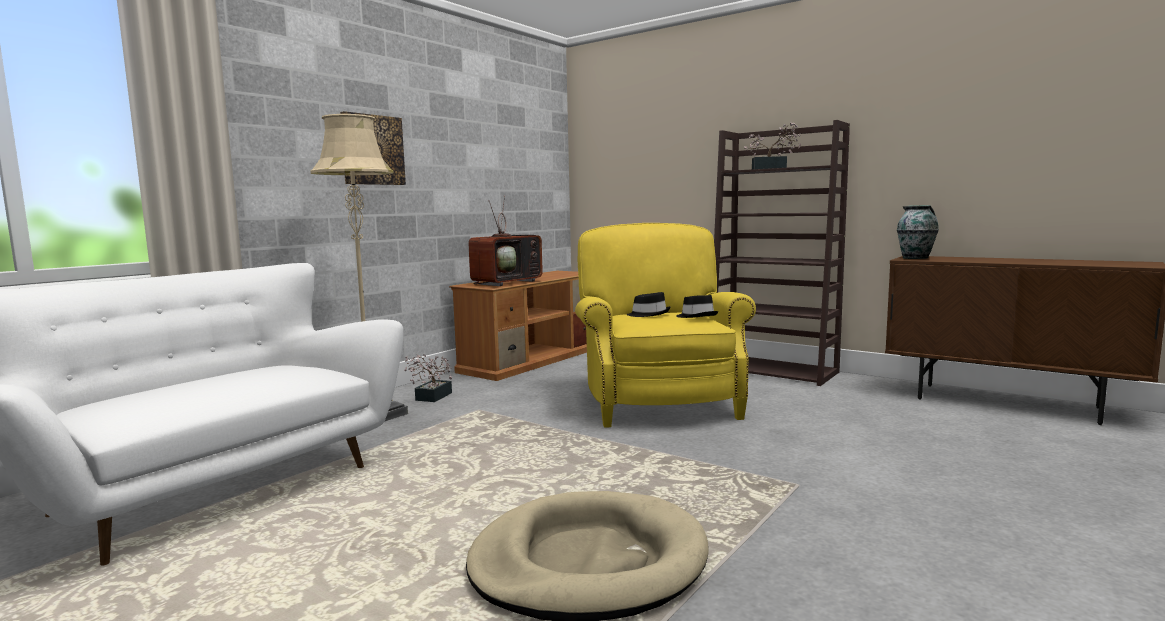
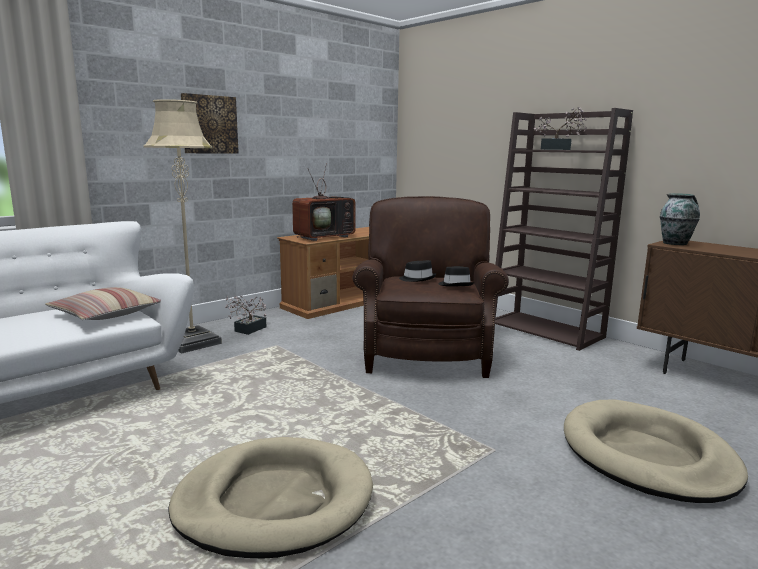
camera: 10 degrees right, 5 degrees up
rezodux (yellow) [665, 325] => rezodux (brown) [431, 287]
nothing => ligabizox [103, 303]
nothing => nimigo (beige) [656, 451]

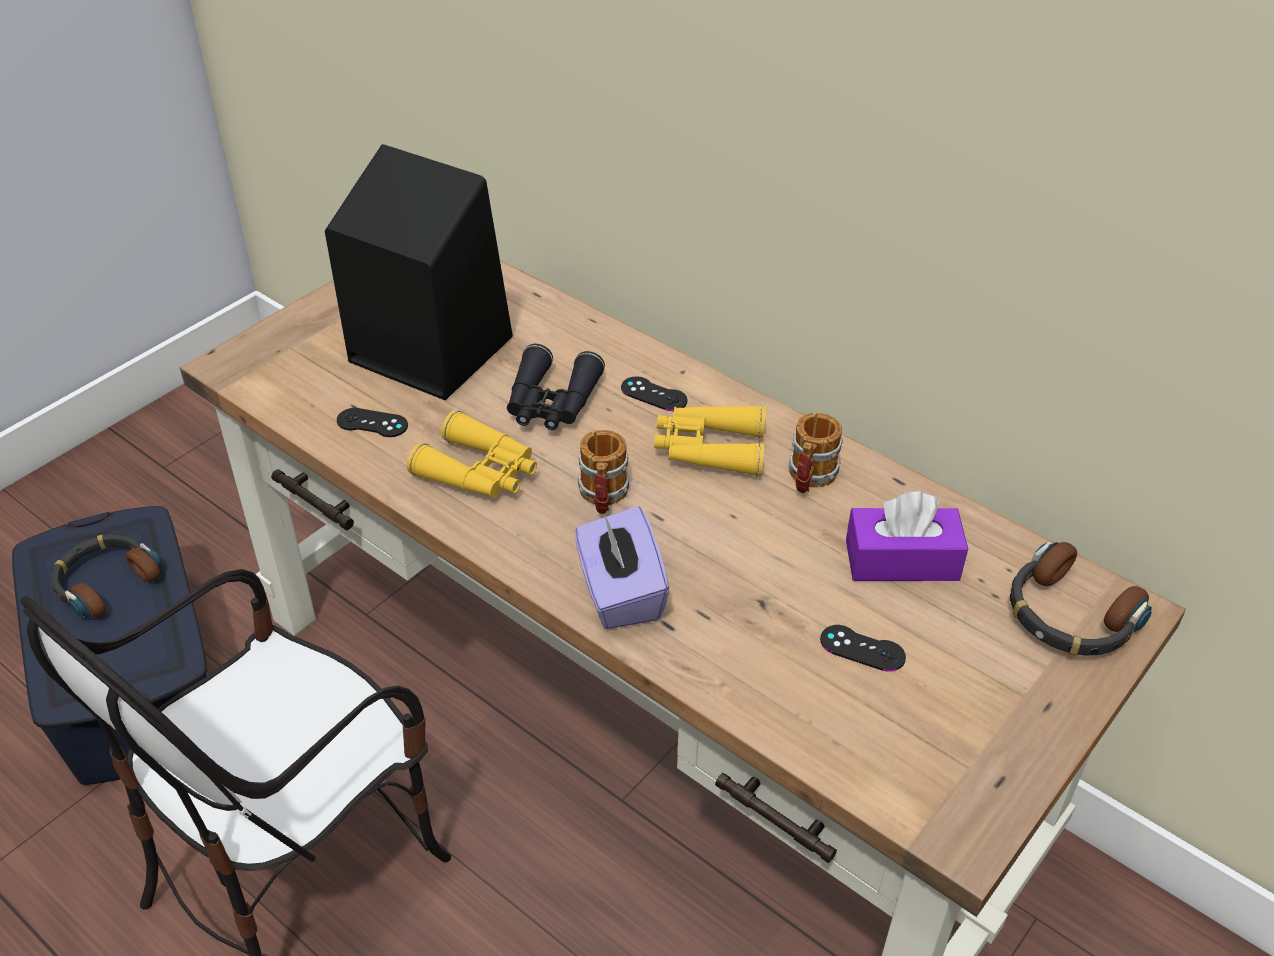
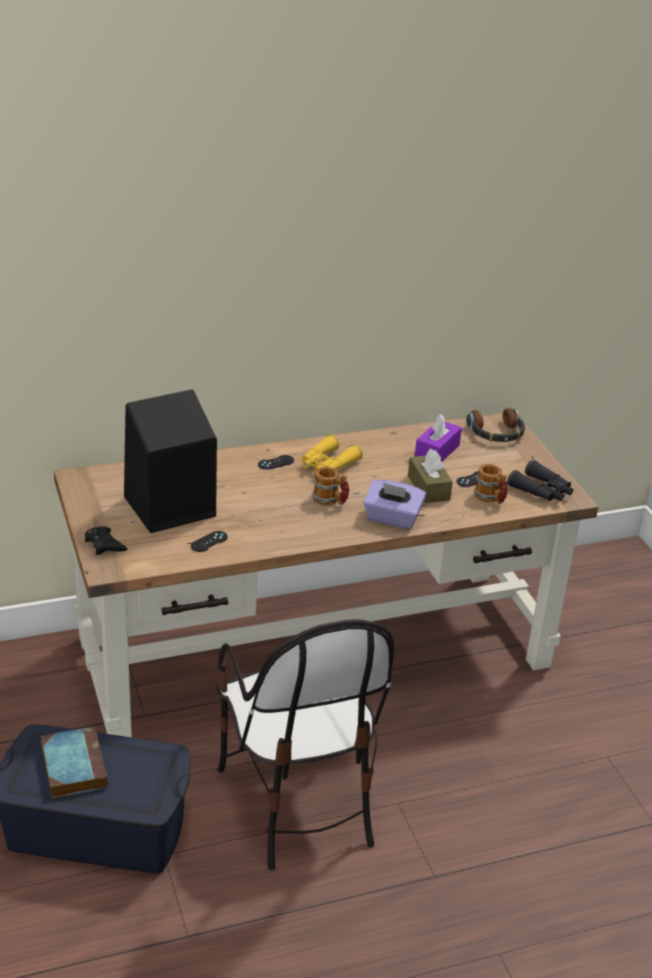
camera: 60 degrees left, 10 degrees down
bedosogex [106, 576] => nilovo [74, 762]
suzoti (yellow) [472, 454] => nothing
suzoti (black) [556, 387] => suzoti (black) [540, 480], relocated
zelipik [815, 453] => zelipik [491, 484], relocated
nothing => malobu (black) [106, 541]
nothing => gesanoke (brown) [430, 476]

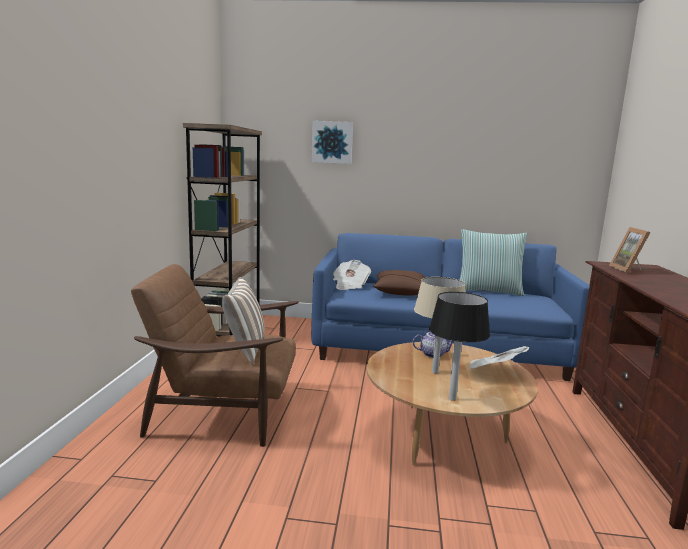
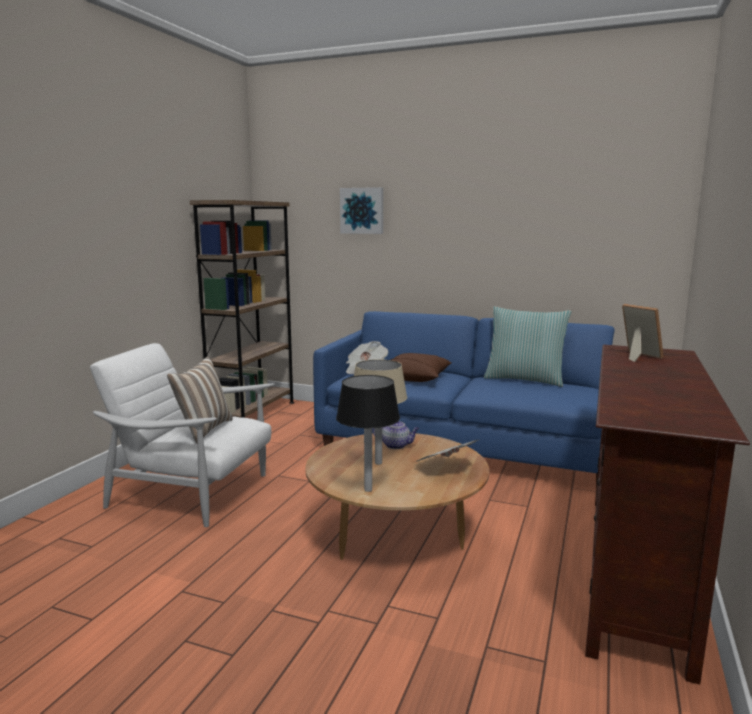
camera: 15 degrees right, 0 degrees up
rezodux (brown) [215, 355] => rezodux (white) [182, 435]
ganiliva [630, 250] => ganiliva [643, 333], 135 degrees clockwise

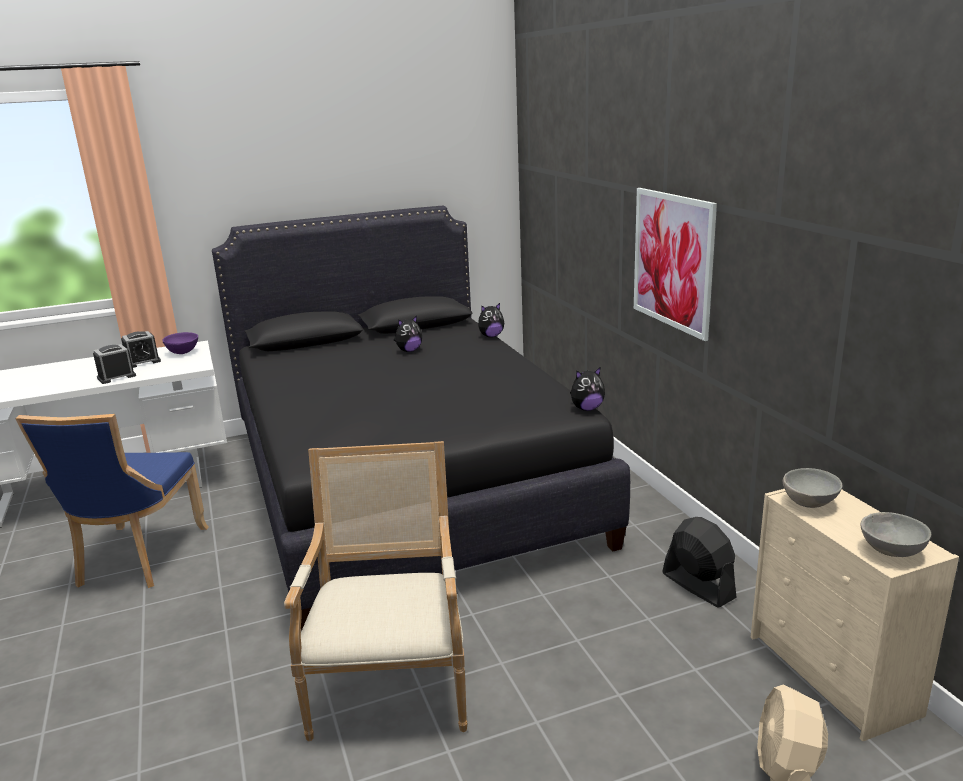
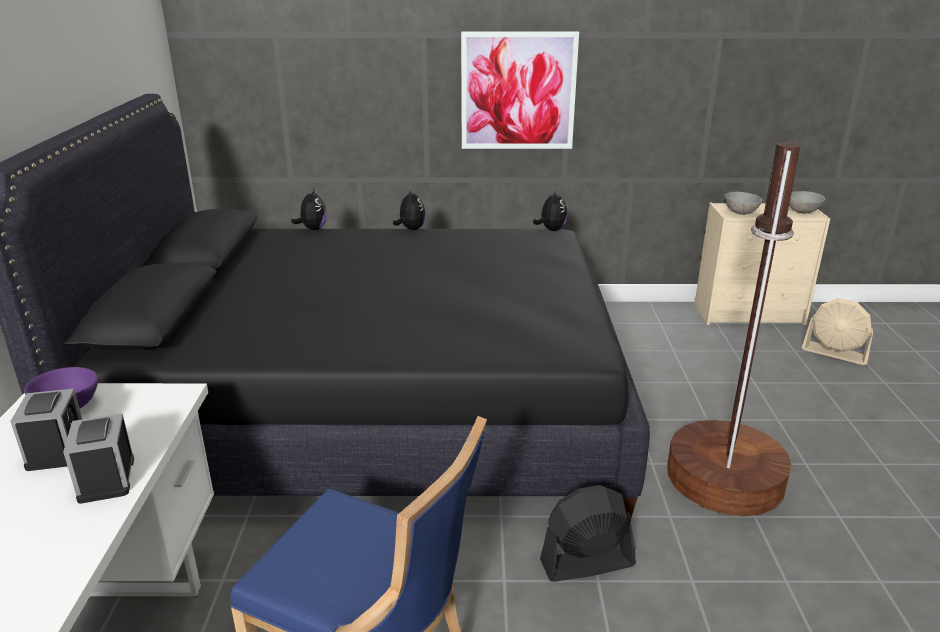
camera: 70 degrees left, 5 degrees up
rezodux [375, 591] => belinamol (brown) [734, 329]
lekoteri [408, 333] => lekoteri [409, 209], relocated
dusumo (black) [699, 562] => dusumo (black) [588, 533], relocated

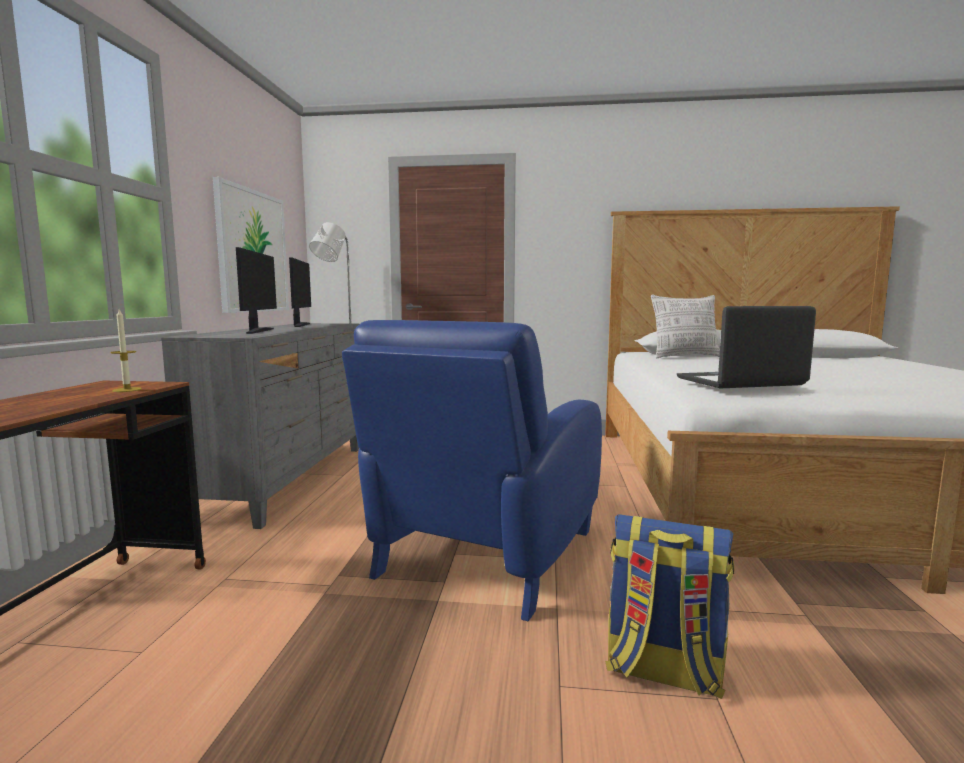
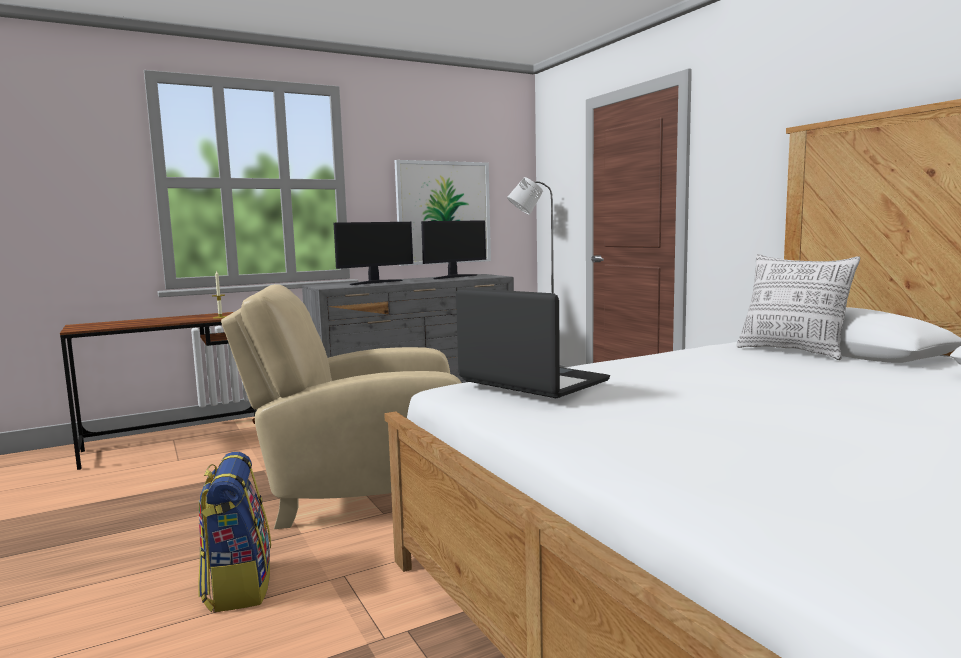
camera: 55 degrees right, 0 degrees up
rezodux (blue) [472, 470] => rezodux (beige) [341, 406]

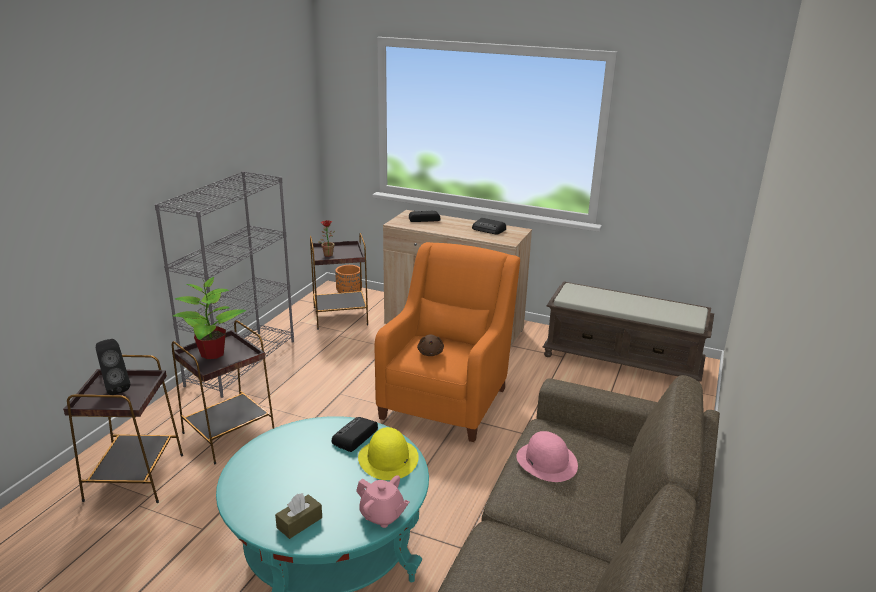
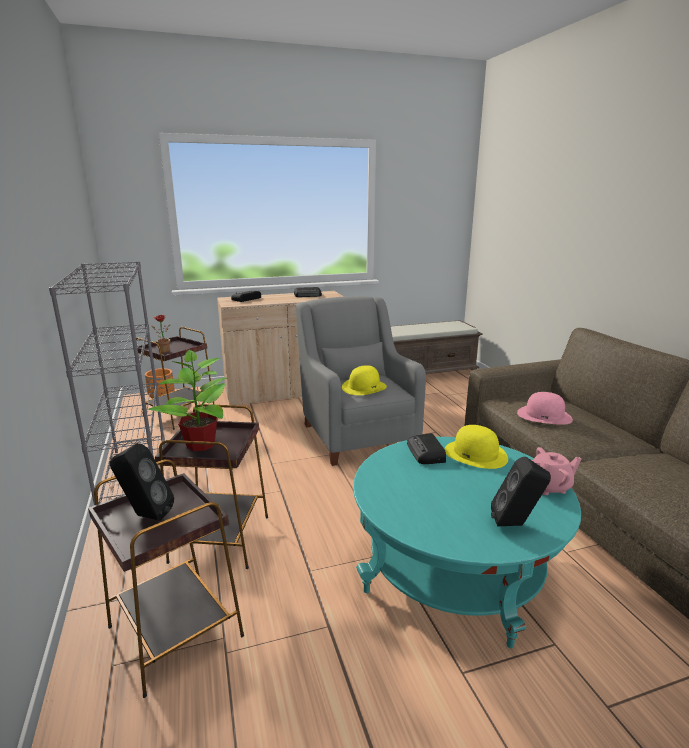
camera: 40 degrees left, 5 degrees down
gesanoke (brown) [298, 516] => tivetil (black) [521, 492]
rezodux (orange) [447, 342] => rezodux (grey) [361, 381]
lekoteri (brown) [430, 345] => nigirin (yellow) [364, 380]

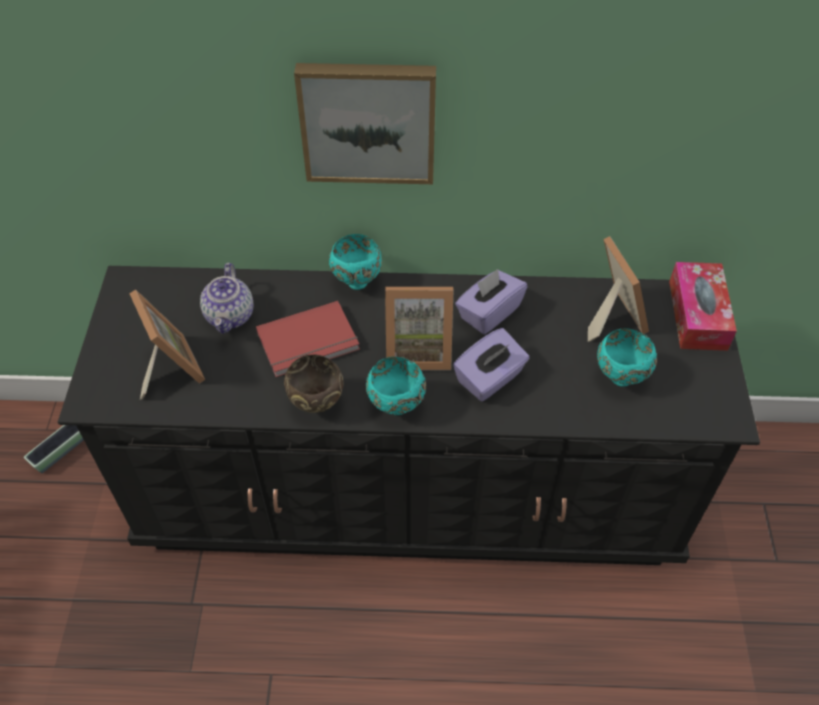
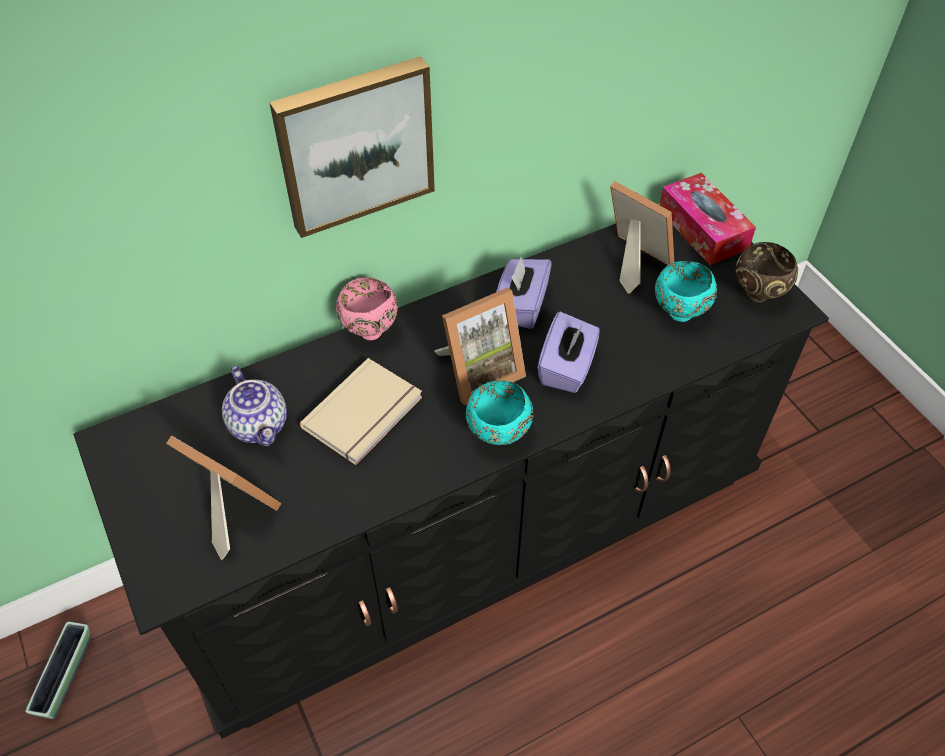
camera: 30 degrees left, 0 degrees up
nilovo (red) [308, 339] => nilovo (beige) [361, 411]
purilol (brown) [314, 383] => purilol (brown) [767, 272], relocated
purilol (turquoise) [355, 262] => purilol (pink) [367, 308]

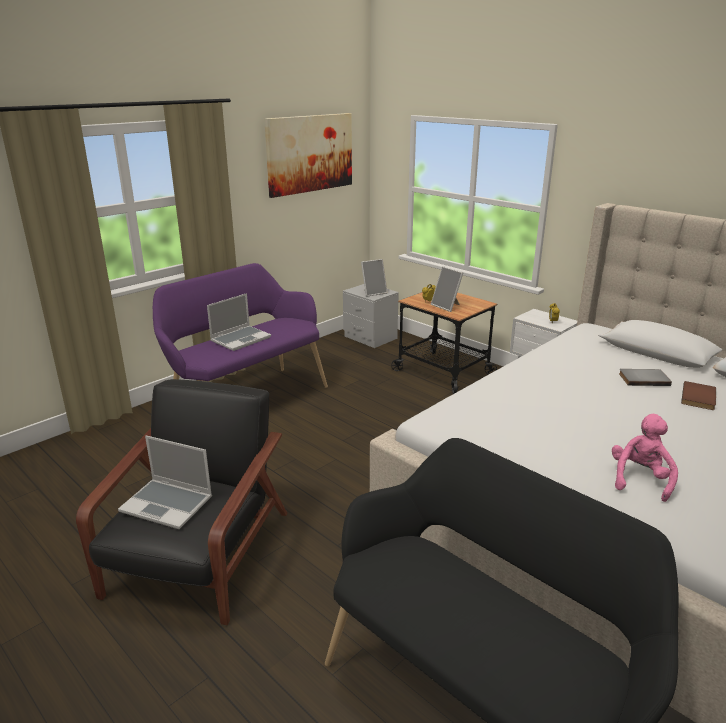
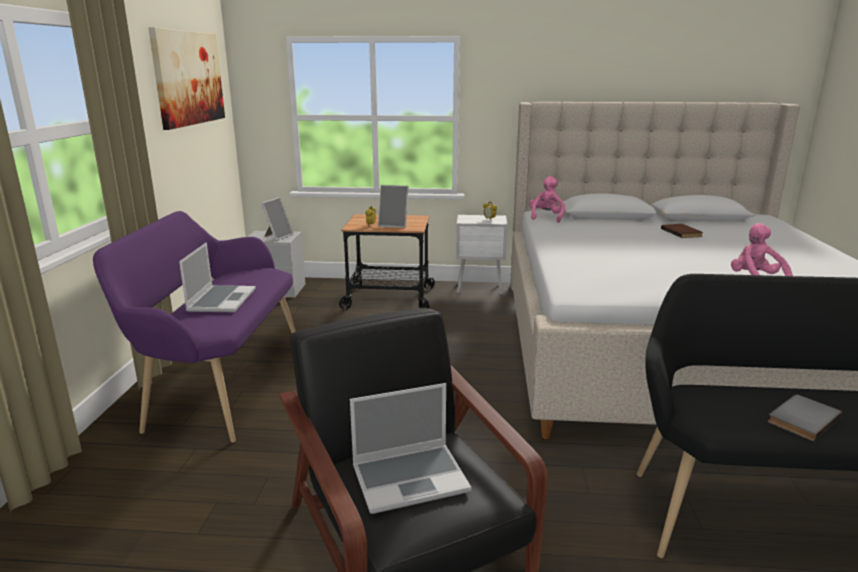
camera: 40 degrees left, 5 degrees down
nilovo (grey) [645, 377] => nilovo (grey) [805, 418], relocated
nothing => lekoteri (pink) [547, 199]

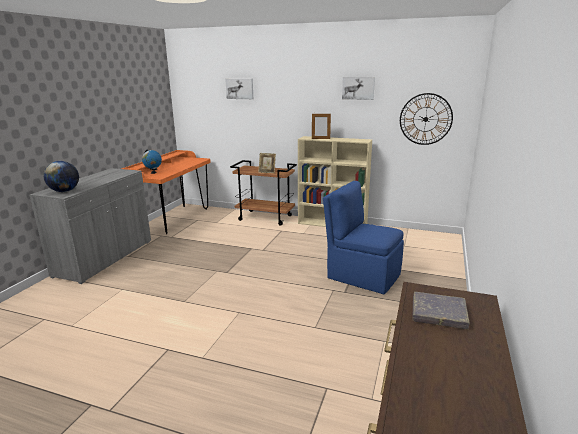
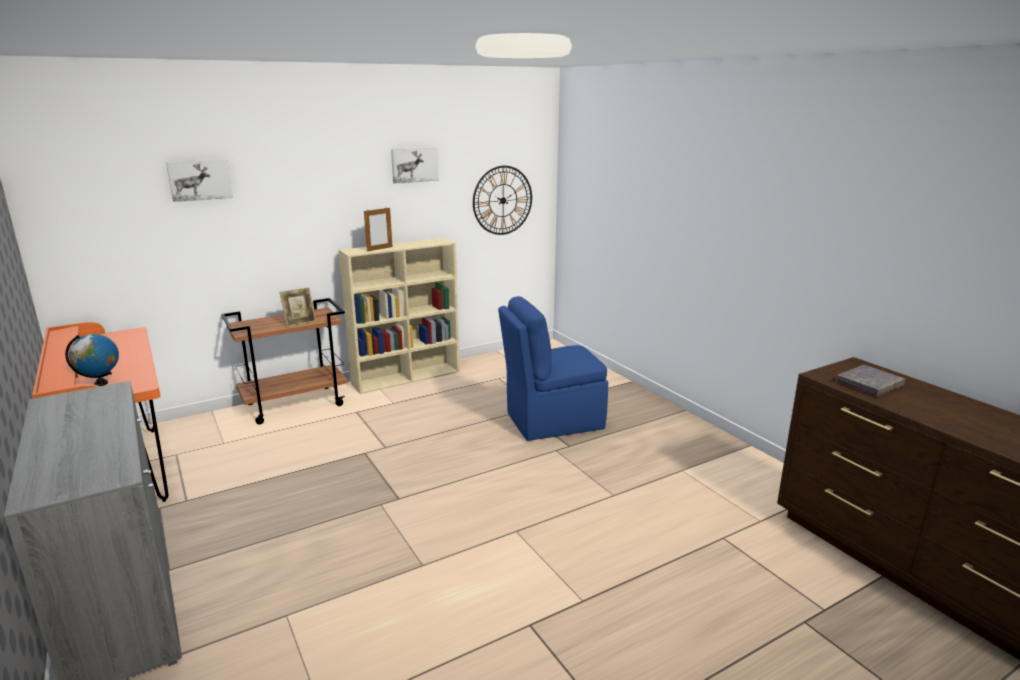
camera: 50 degrees left, 0 degrees up
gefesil [61, 176] => nothing

